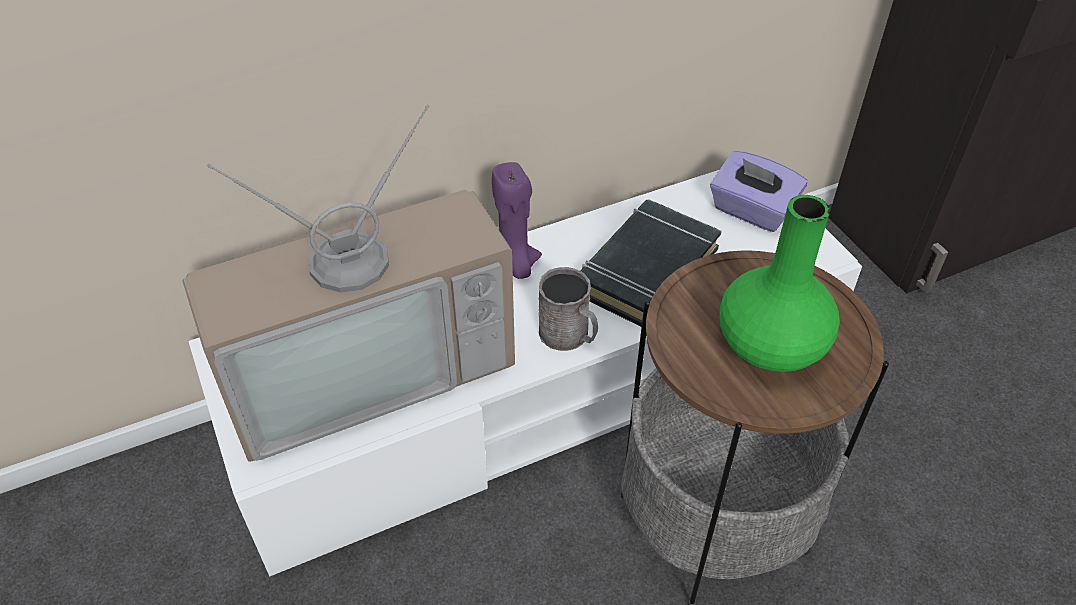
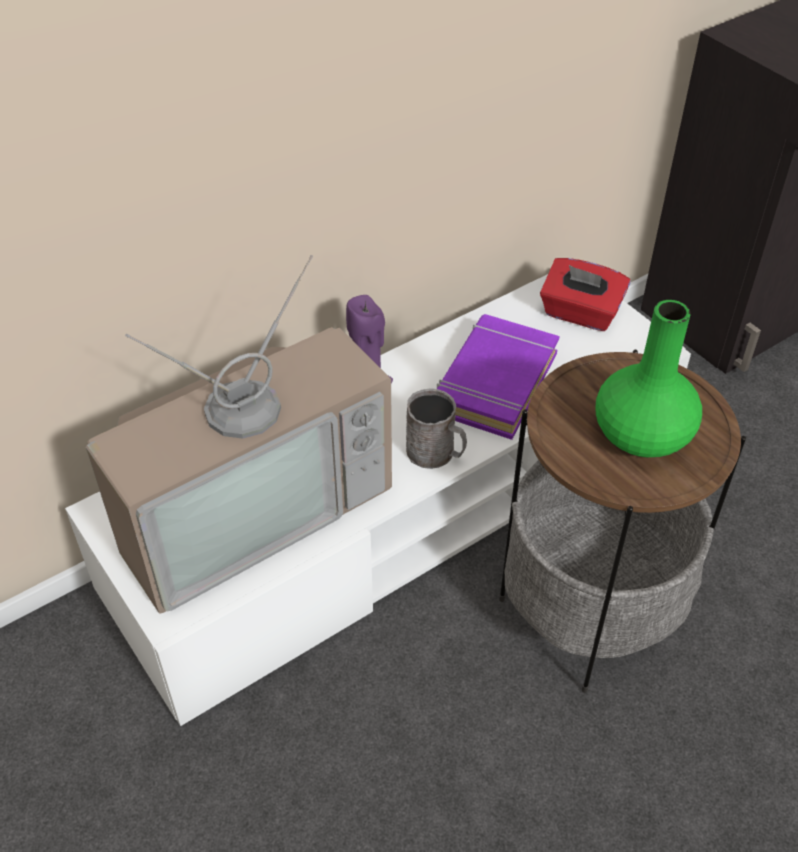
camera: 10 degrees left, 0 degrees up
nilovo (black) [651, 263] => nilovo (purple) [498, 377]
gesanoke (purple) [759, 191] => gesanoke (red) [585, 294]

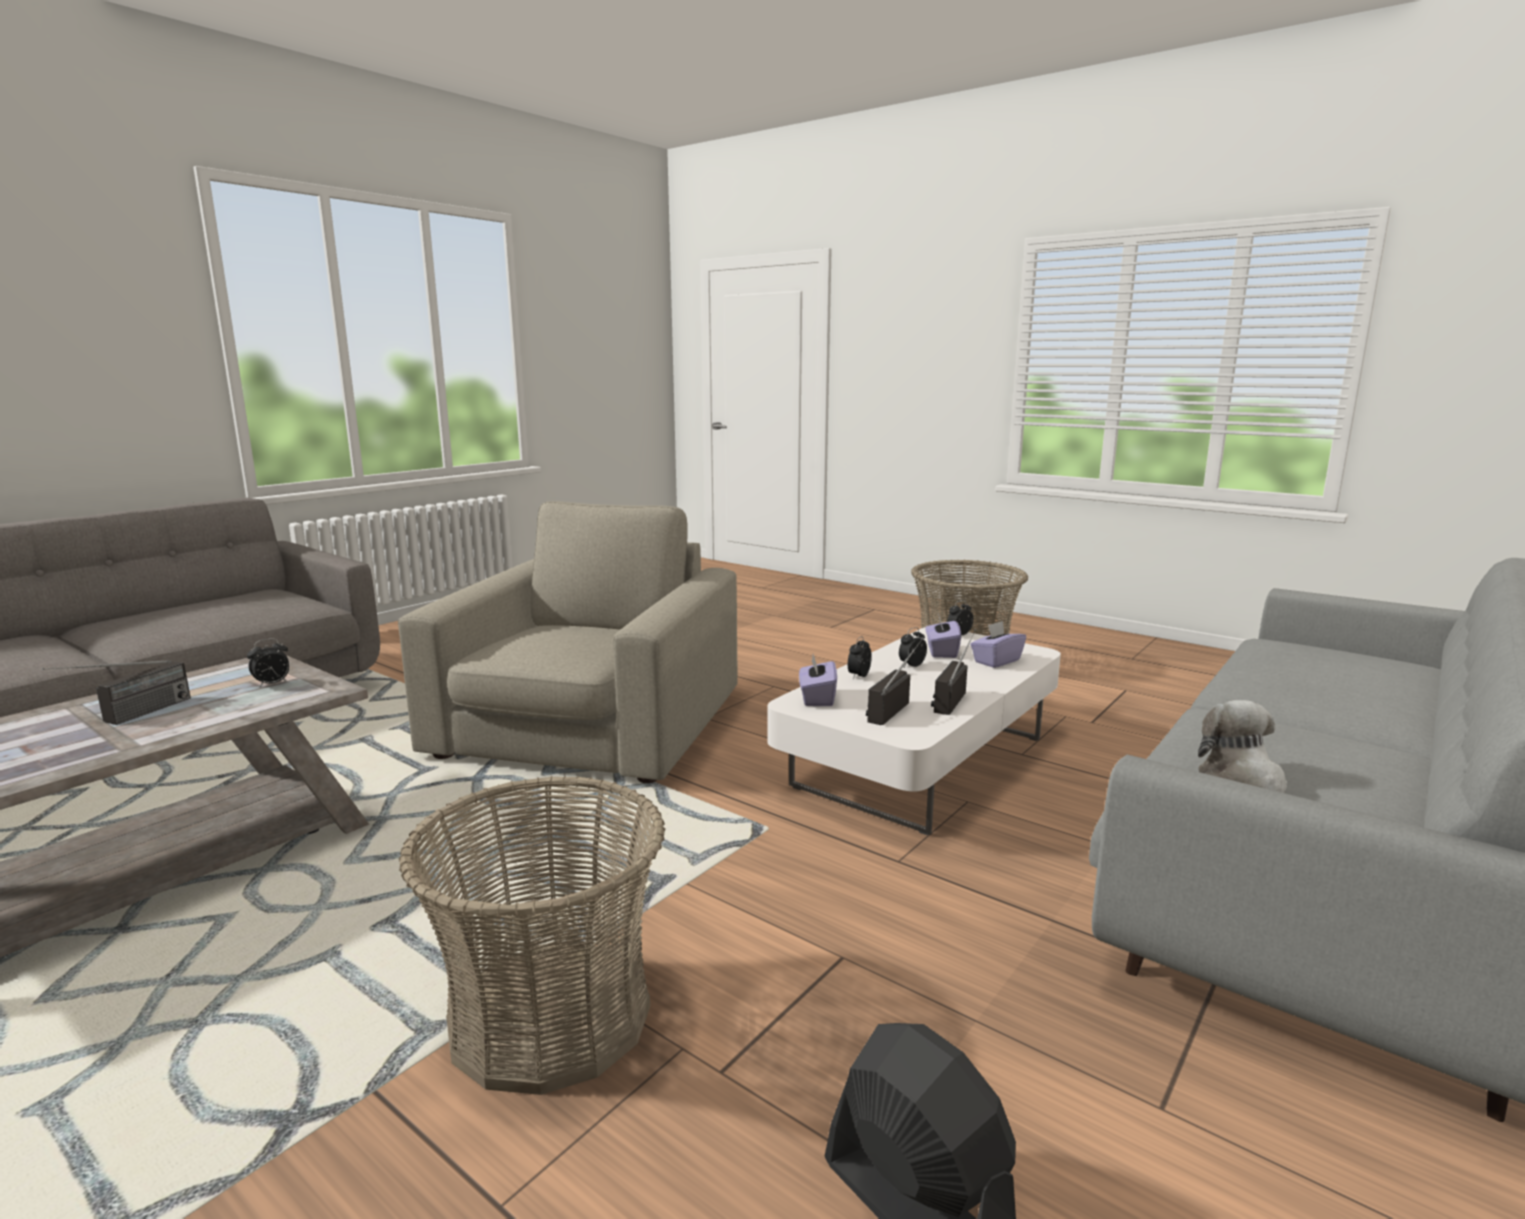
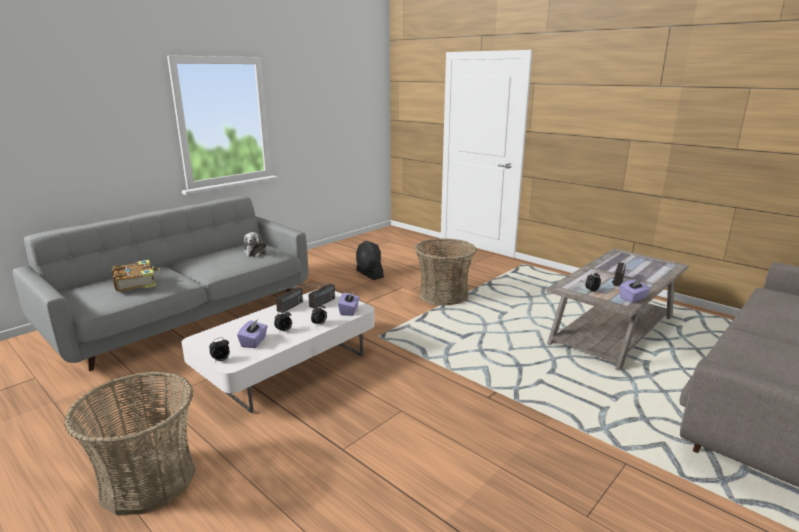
camera: 175 degrees left, 5 degrees up
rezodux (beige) [568, 642] => nothing
gesanoke (purple) [998, 644] => gesanoke (purple) [634, 291], relocated
nothing => nilovo [136, 276]

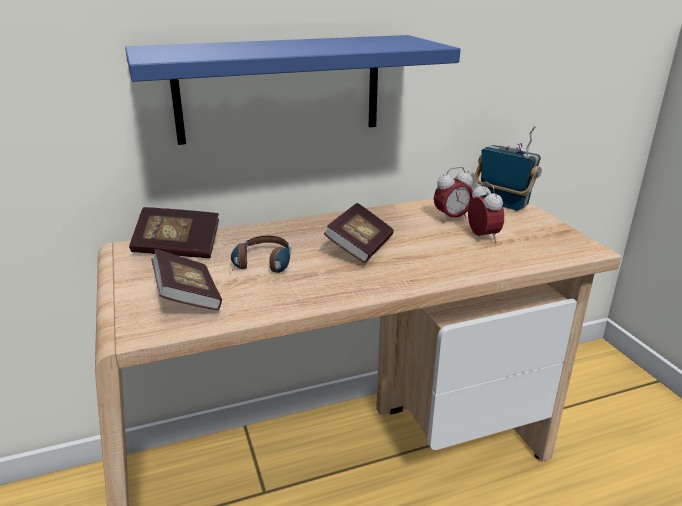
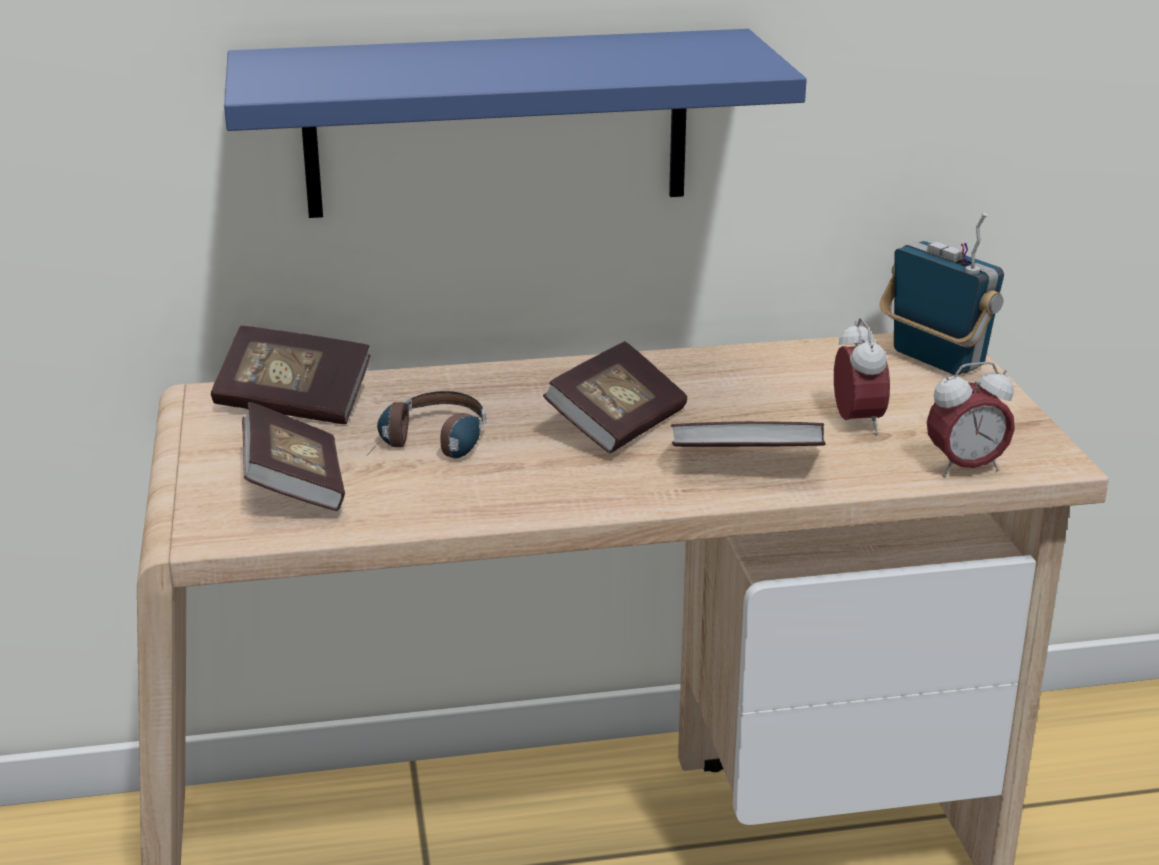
camera: 10 degrees right, 0 degrees up
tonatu [454, 195] => tonatu [971, 420], relocated
nothing => nilovo [748, 434]

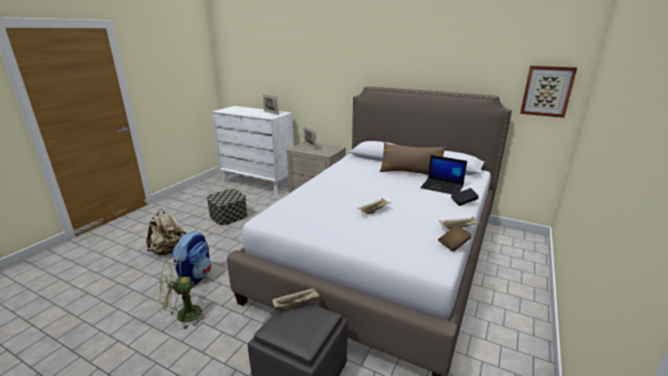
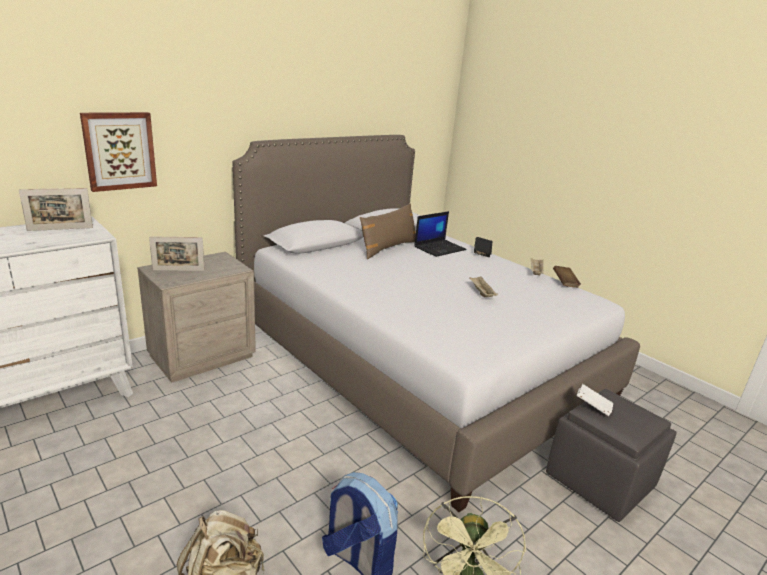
camera: 70 degrees left, 0 degrees up
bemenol [227, 207] => nothing
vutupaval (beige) [295, 298] => nilovo (white) [595, 400]
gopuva [548, 92] => gopuva [118, 152], relocated

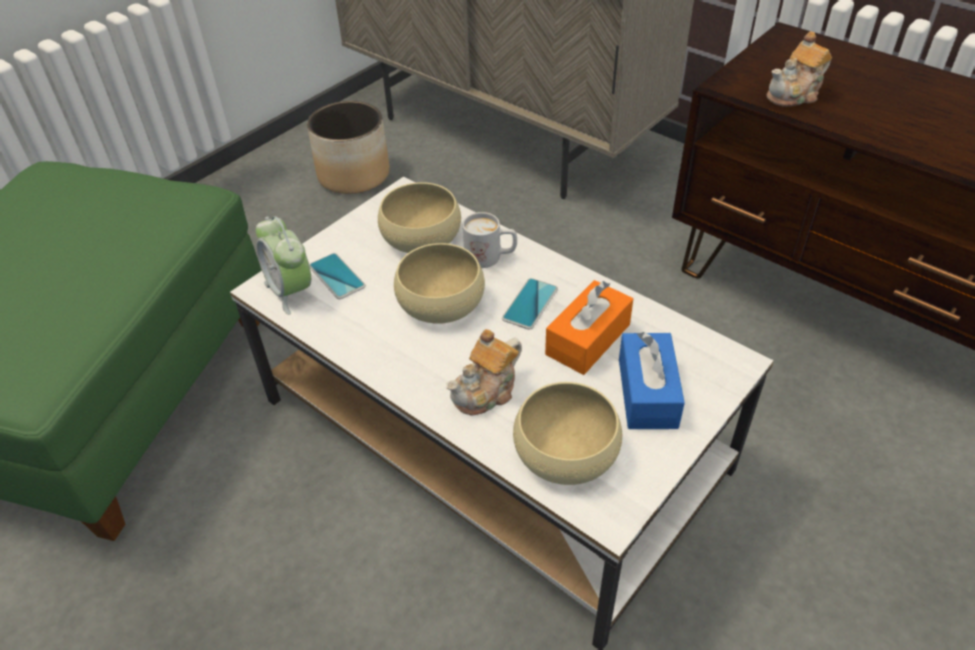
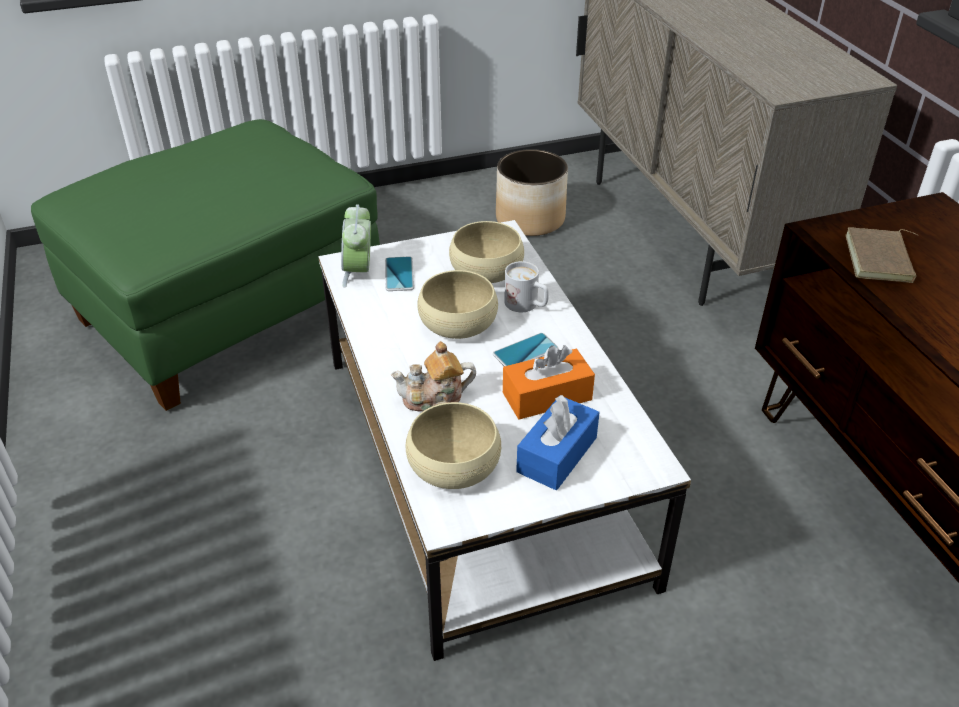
camera: 30 degrees right, 5 degrees down
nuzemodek [799, 69] => nilovo (brown) [882, 255]

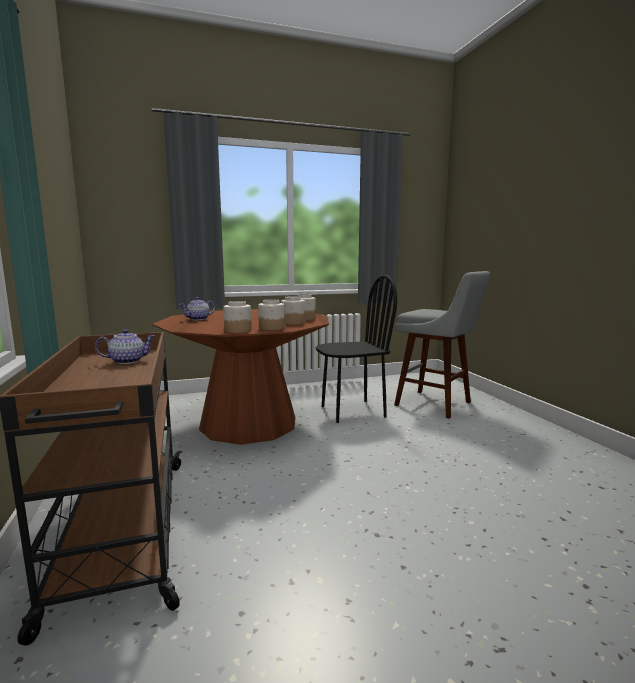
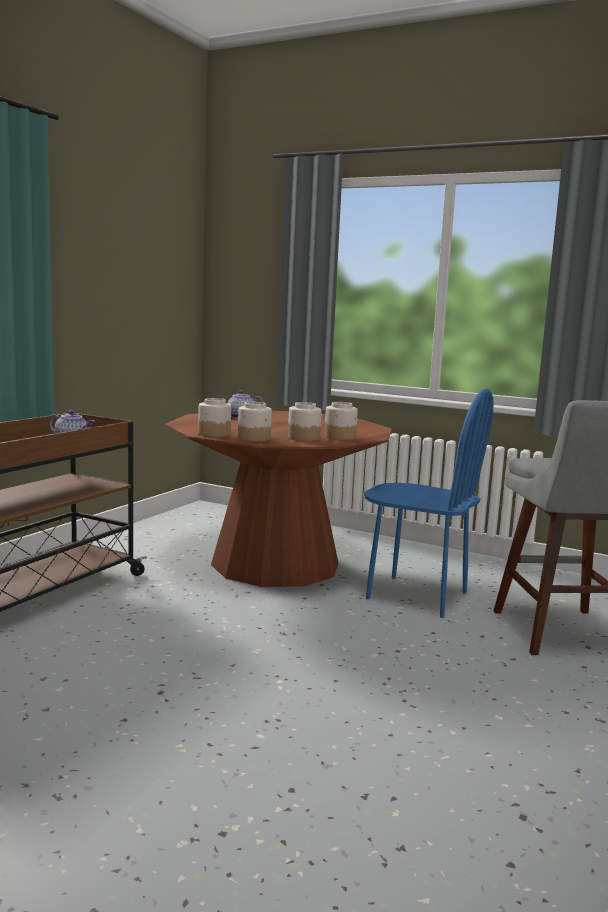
camera: 45 degrees right, 0 degrees up
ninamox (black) [356, 349] => ninamox (blue) [429, 503]

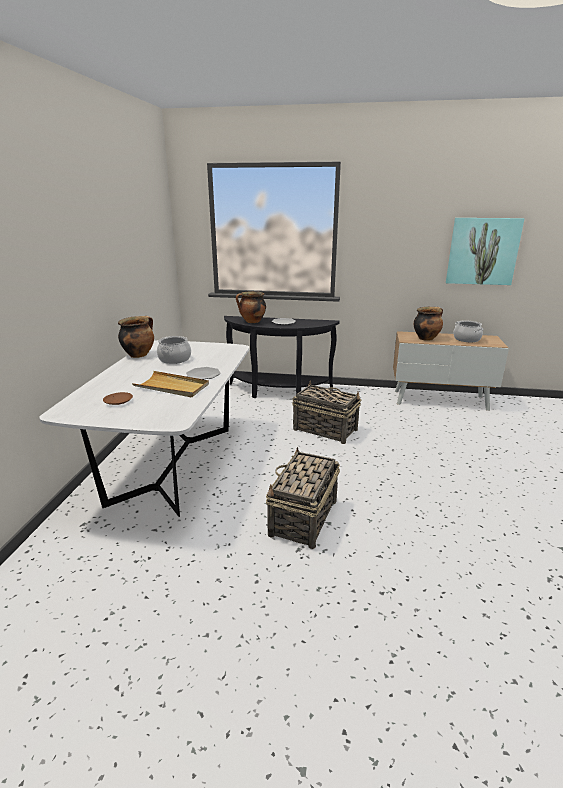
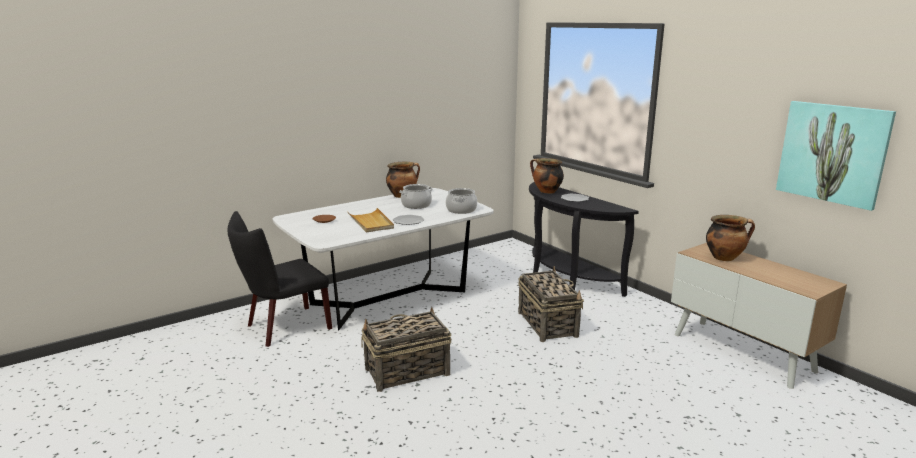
camera: 45 degrees right, 5 degrees down
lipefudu [469, 331] => lipefudu [461, 201], relocated
nothing => ninamox (black) [280, 279]

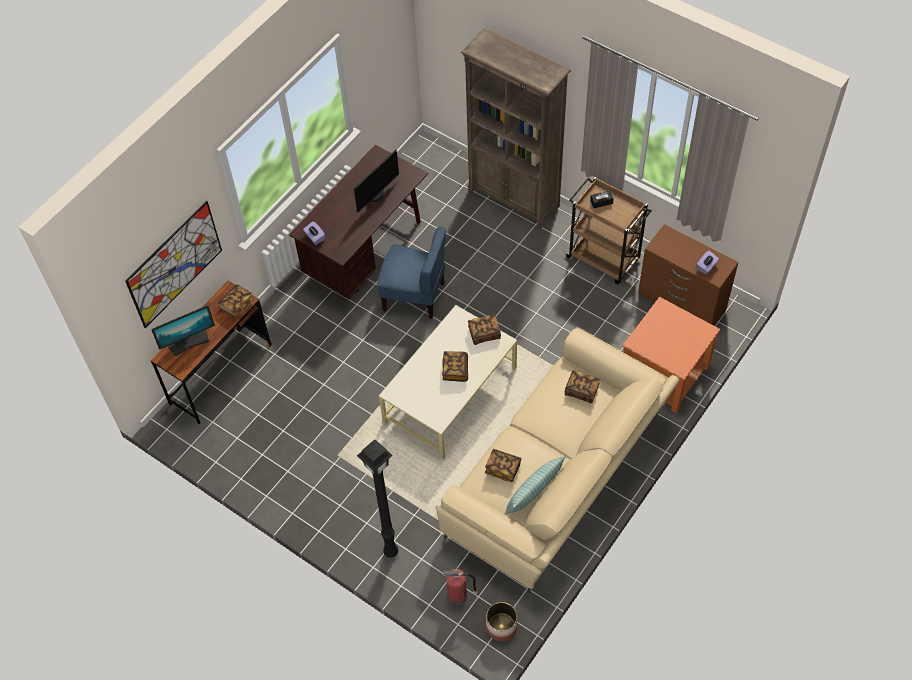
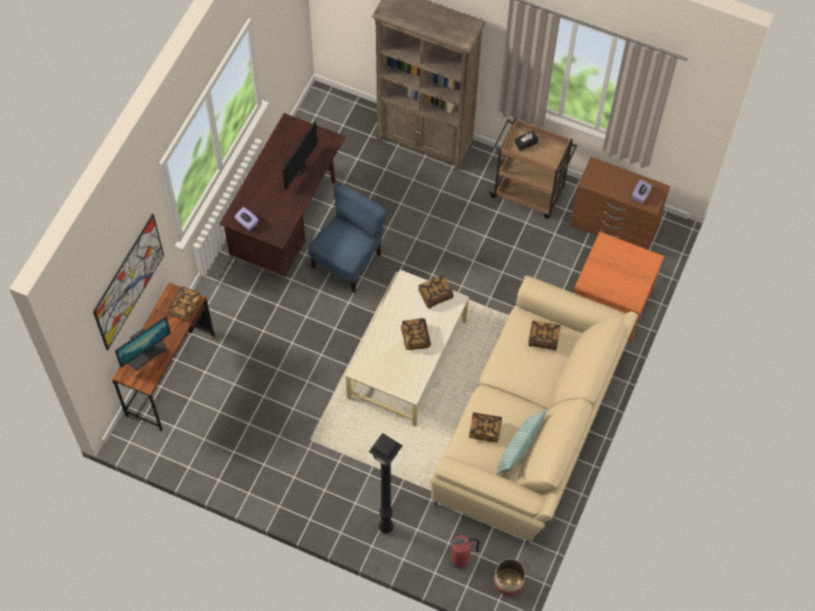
camera: 15 degrees left, 5 degrees up
ninamox (blue) [412, 273] => ninamox (blue) [347, 238], 60 degrees counterclockwise

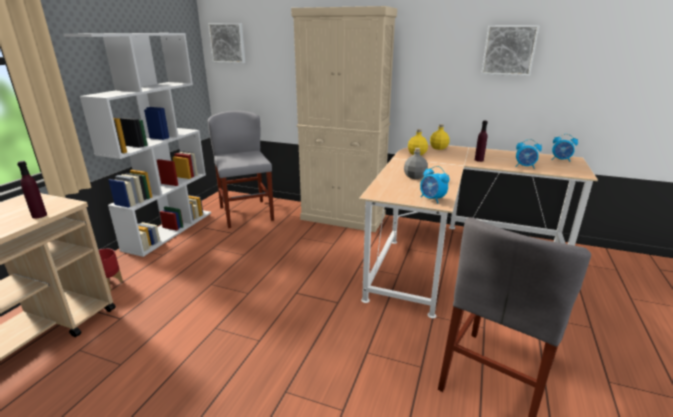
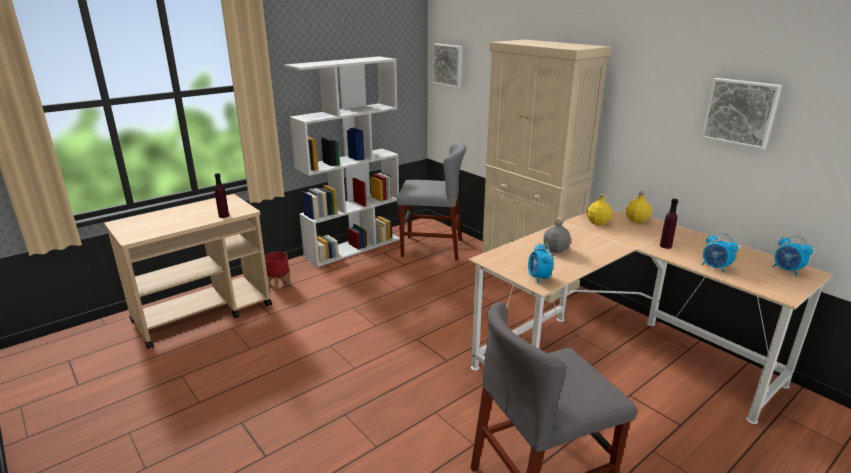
camera: 30 degrees right, 0 degrees up
ninamox (grey) [241, 169] => ninamox (grey) [431, 202], 90 degrees clockwise

